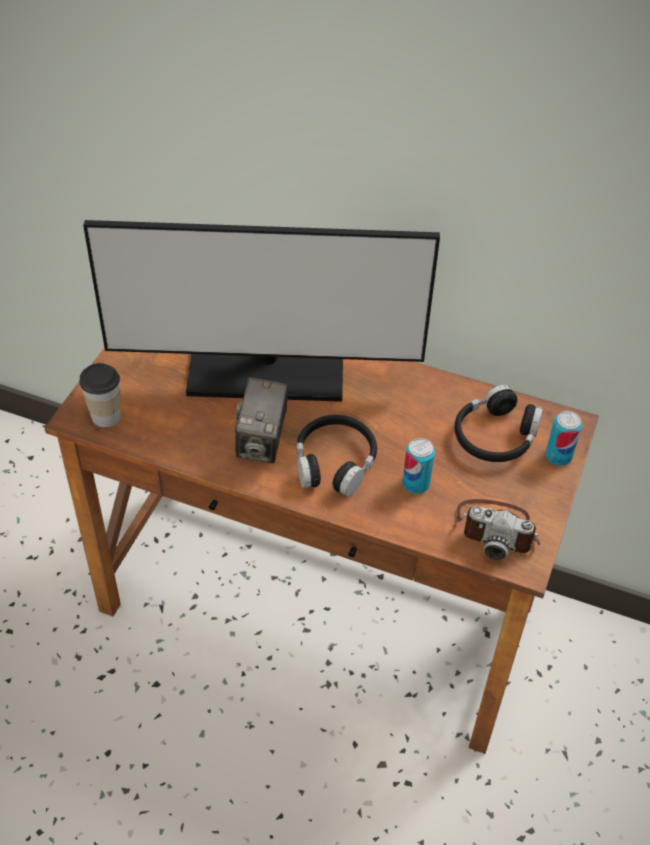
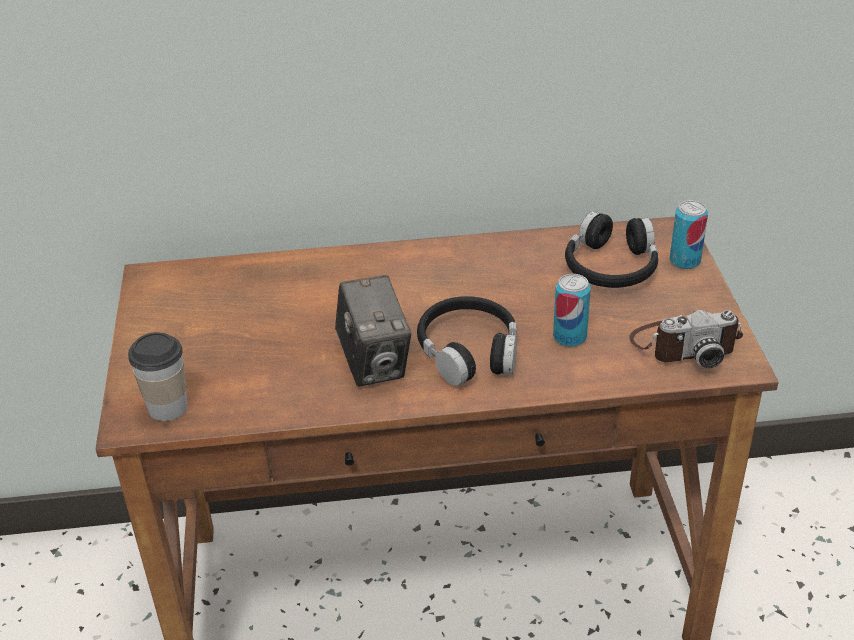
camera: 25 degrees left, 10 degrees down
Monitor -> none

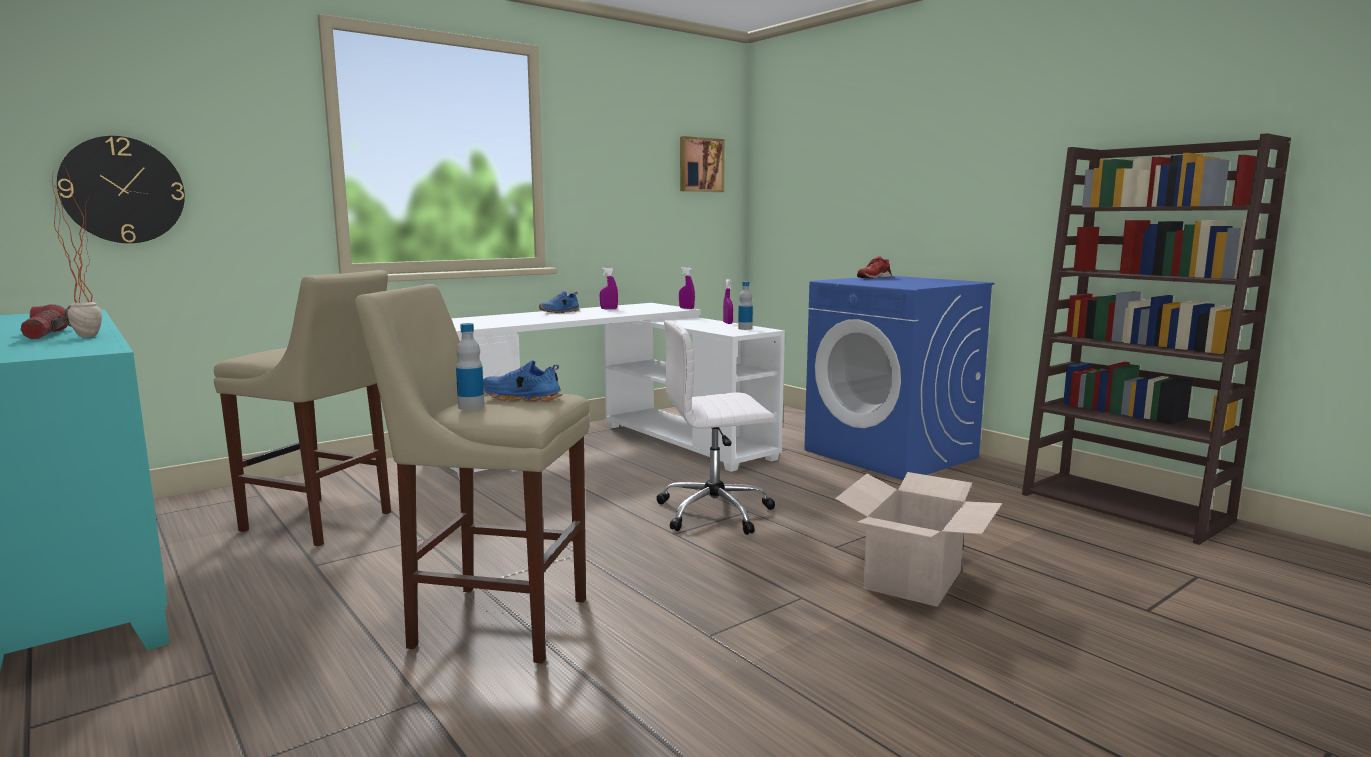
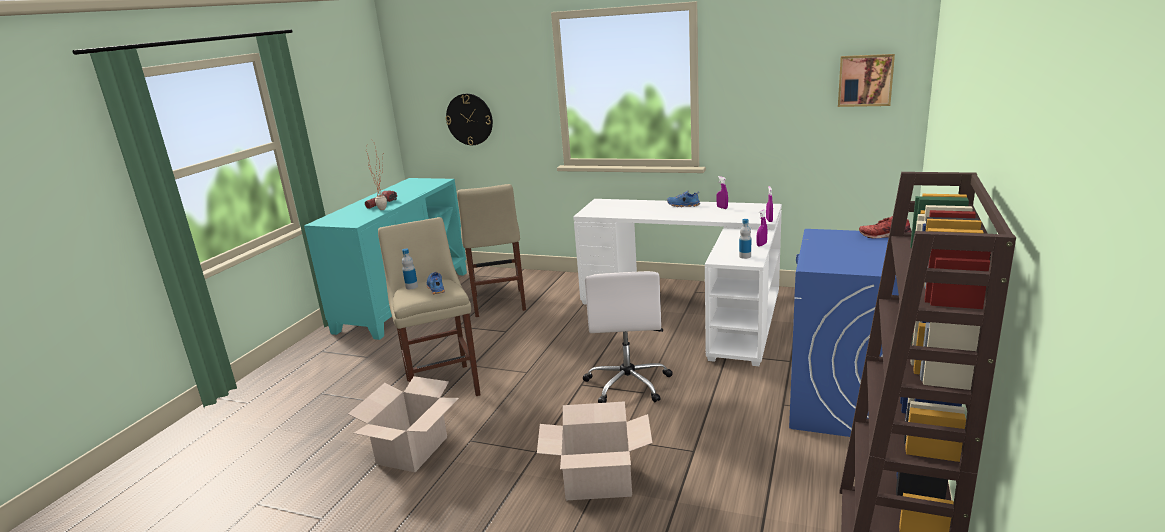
camera: 60 degrees right, 10 degrees up
WhiteOfficeChair, 135 degrees counterclockwise
none -> CardboardBox (1st from left)

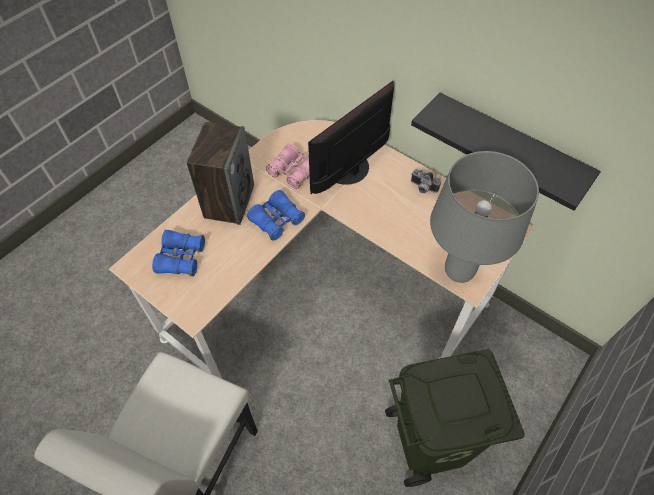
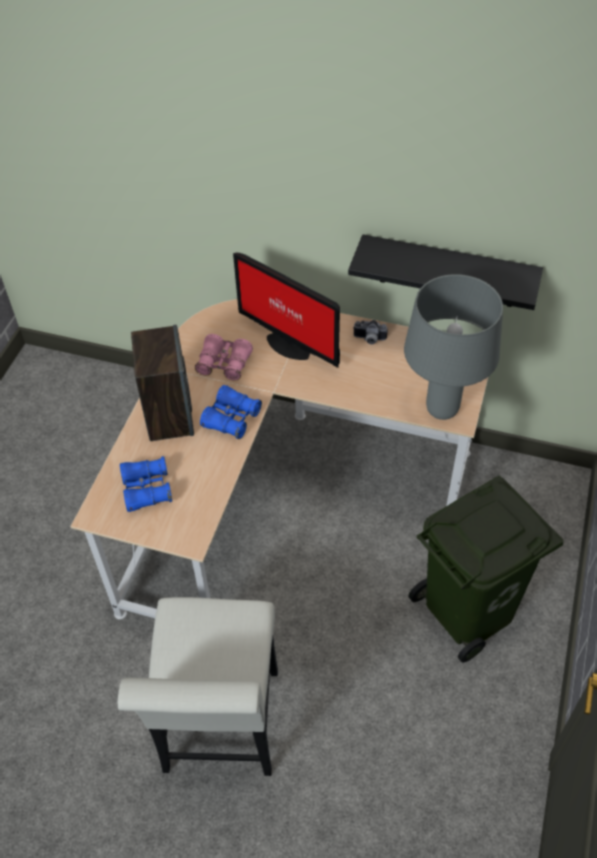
camera: 20 degrees left, 5 degrees down
Monitor, 75 degrees counterclockwise

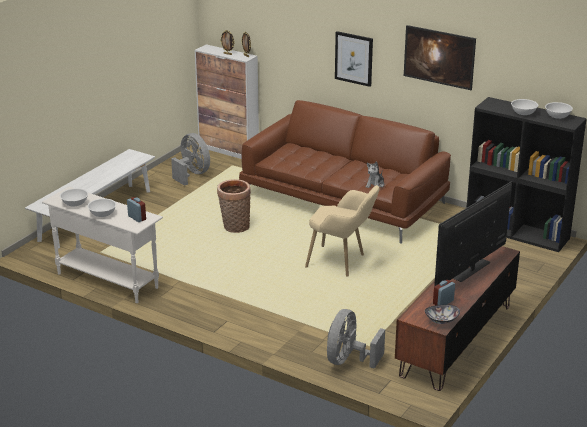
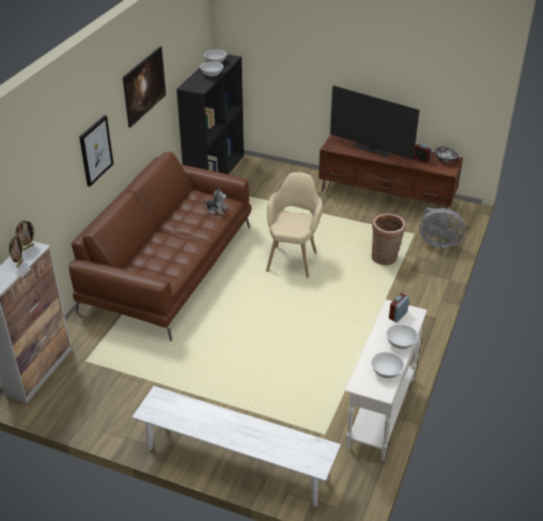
camera: 100 degrees left, 10 degrees up
GreyFan (1st from left) -> none
Basket, moved

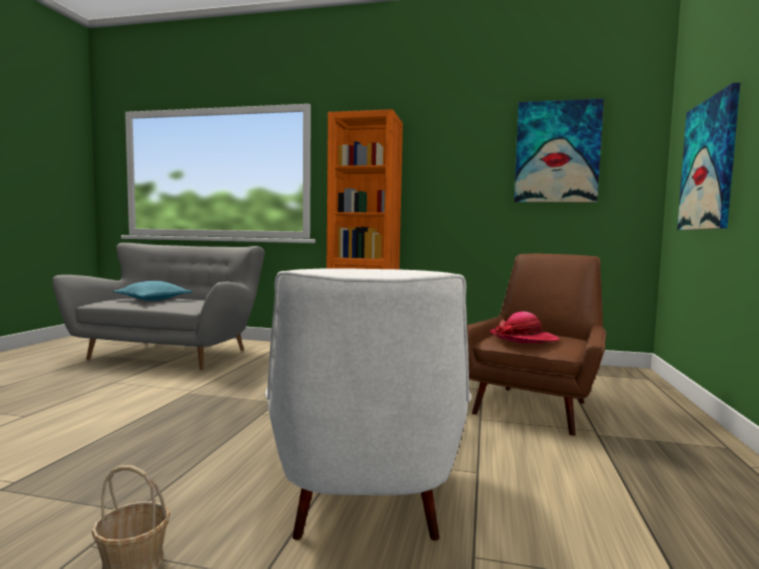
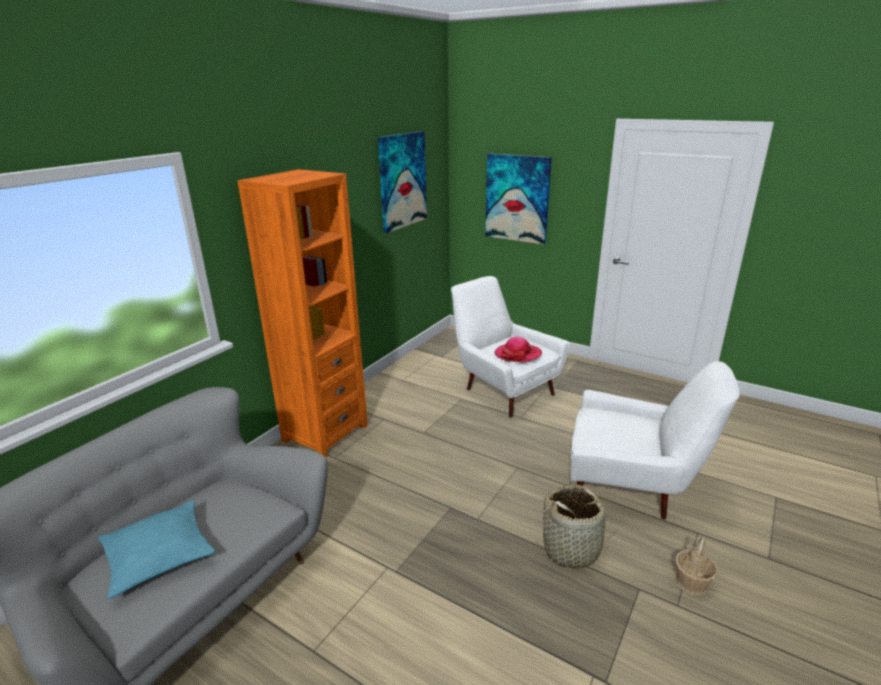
camera: 70 degrees left, 20 degrees up
BrownArmchair -> WhiteArmchair (1st from left)
none -> Basket (1st from left)

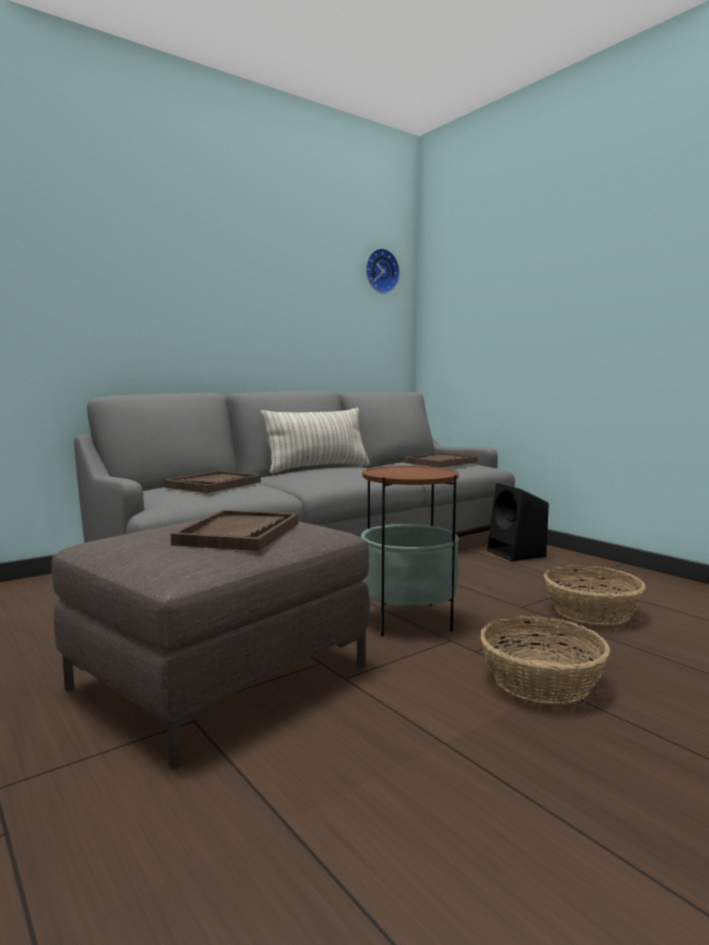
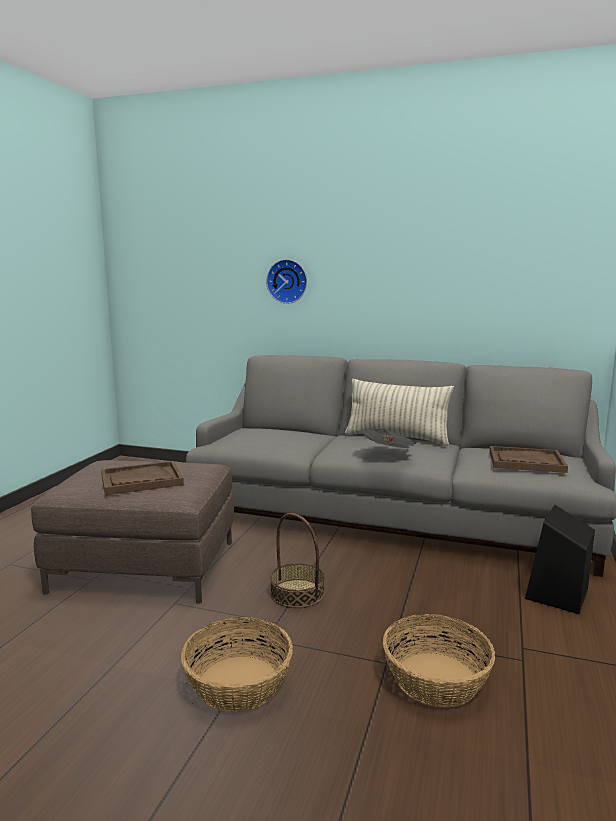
camera: 55 degrees right, 5 degrees up
BrownTray (1st from left) -> none
SideTable -> Basket (2nd from left)
WallClock, moved
none -> Newspaper

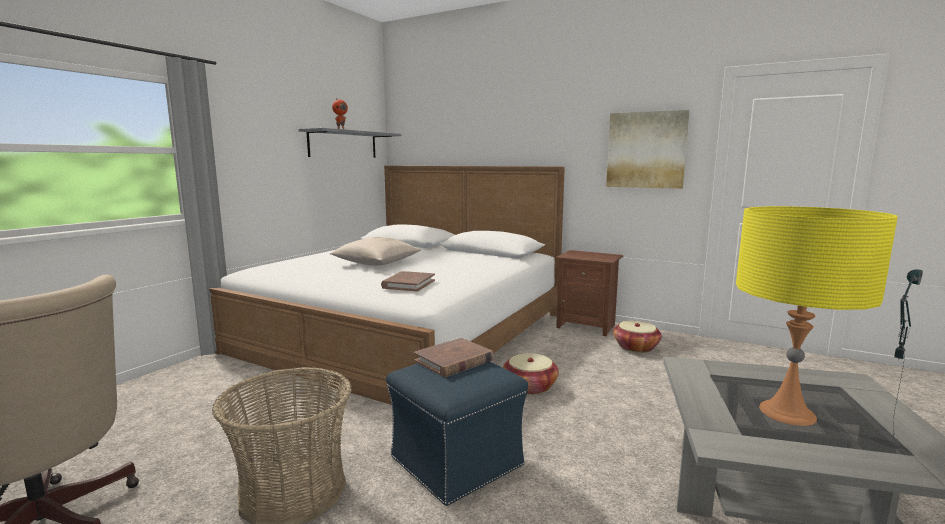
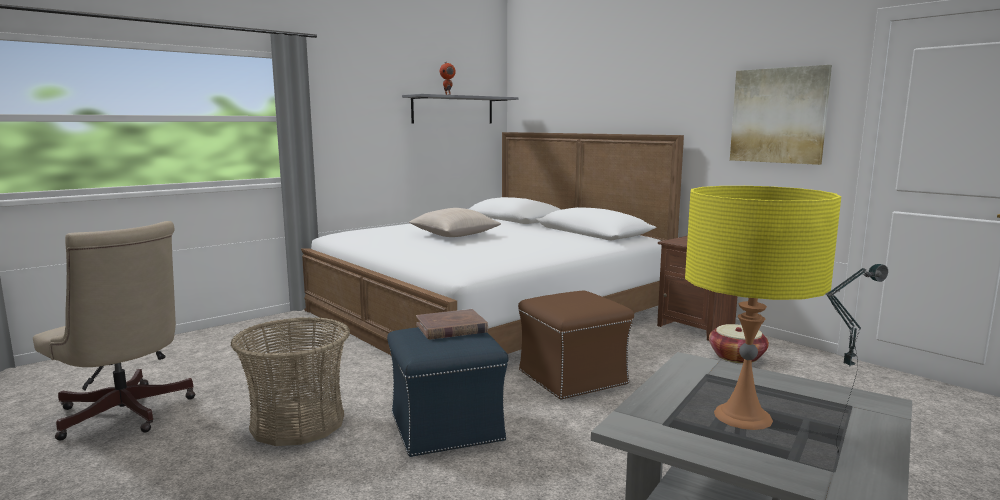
camera: 20 degrees right, 0 degrees up
BrownBook (1st from left) -> none
Basket (2nd from left) -> BrownOttoman

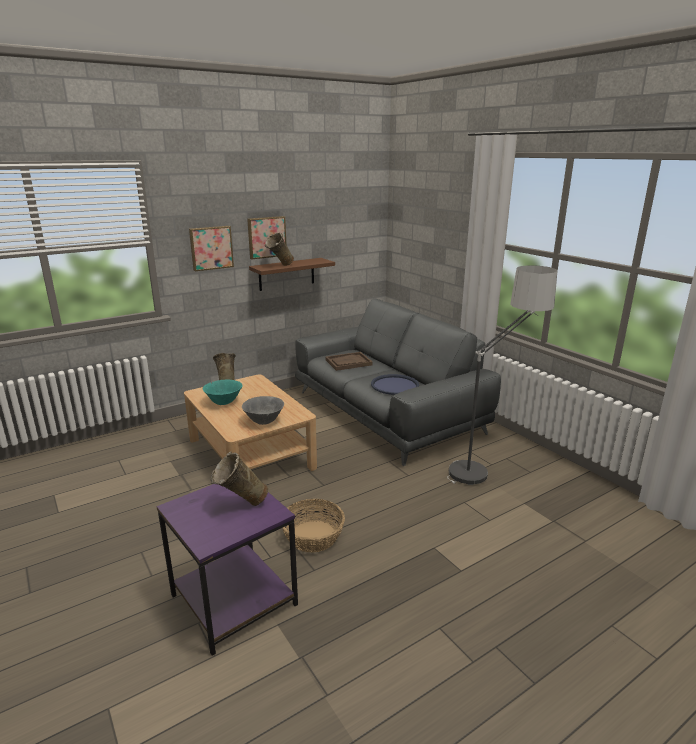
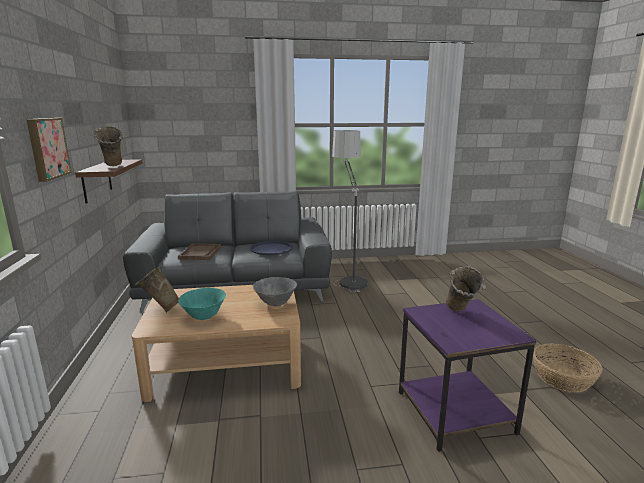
camera: 65 degrees left, 5 degrees down
Picture (2nd from left) -> none
Basket, moved

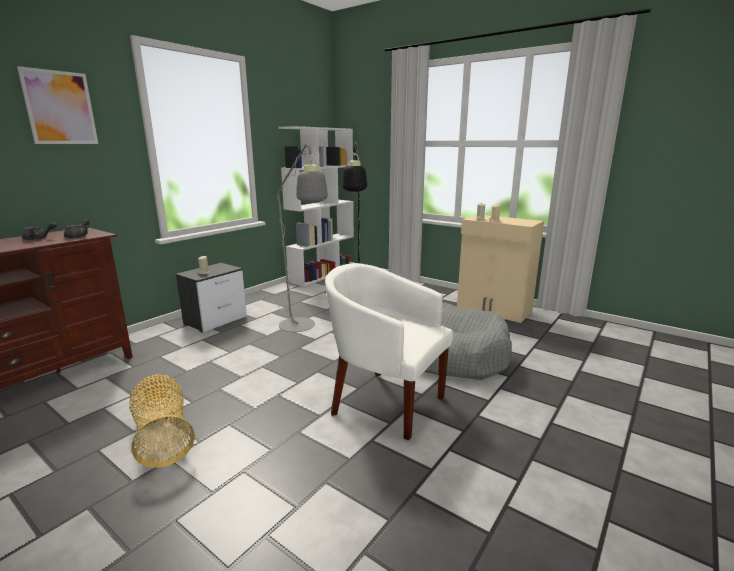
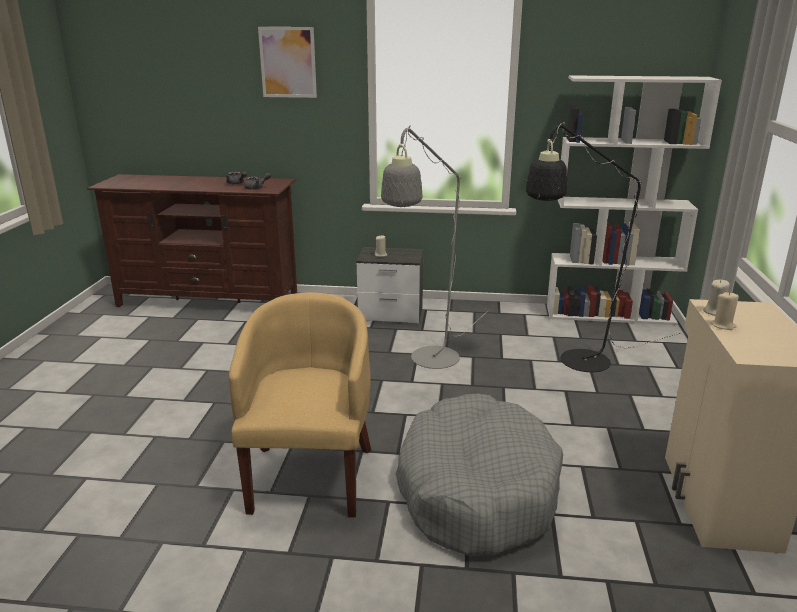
camera: 60 degrees right, 5 degrees up
Basket -> none
WhiteArmchair -> YellowArmchair

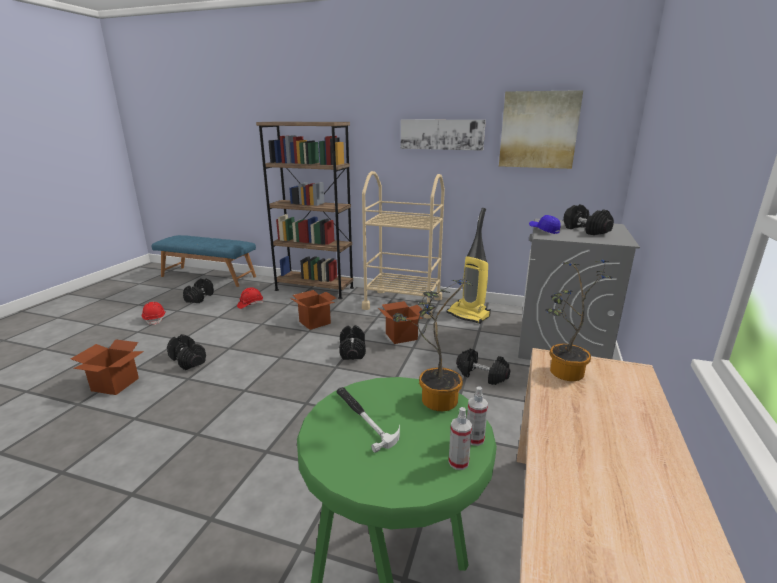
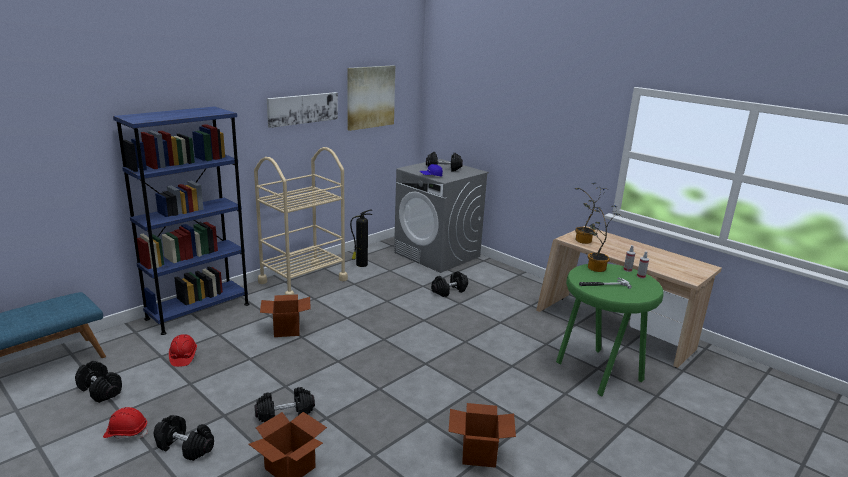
camera: 65 degrees left, 0 degrees up
BrownBookcase -> BlueBookcase
BlackDumbbell (3rd from left in the first image) -> BlackDumbbell (2nd from left), moved
CardboardBox (3rd from left), moved
VacuumCleaner -> FireExtinguisher

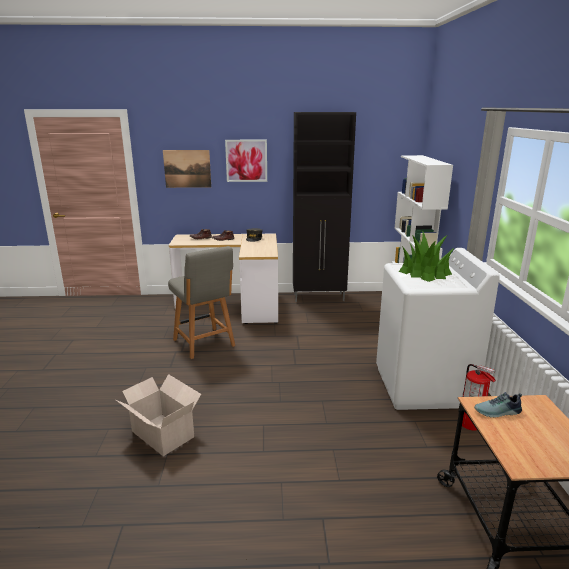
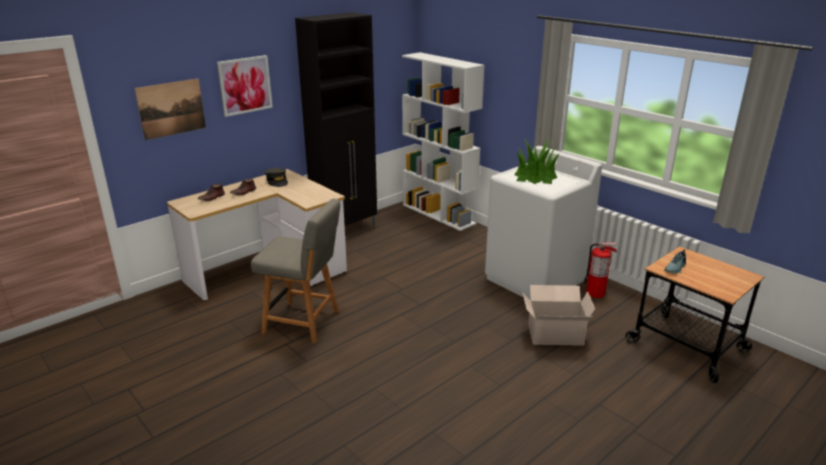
camera: 40 degrees left, 5 degrees up
CardboardBox, moved

